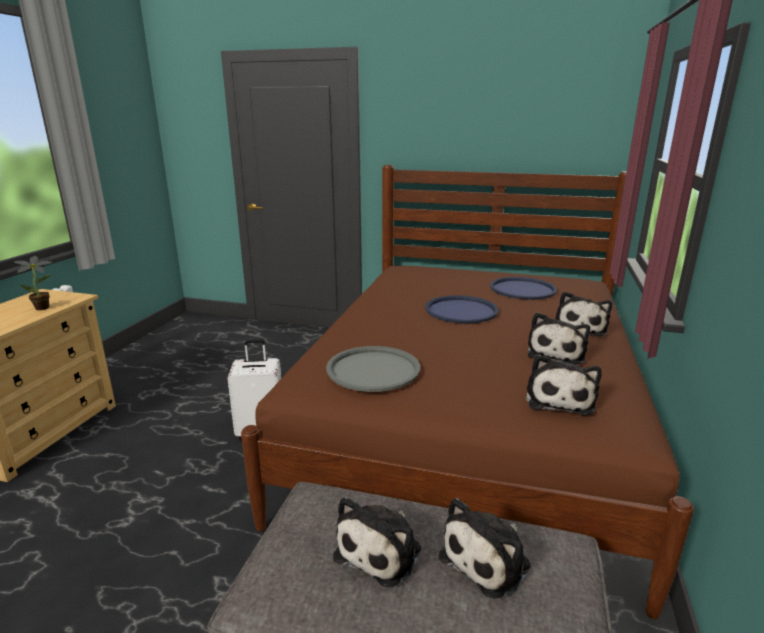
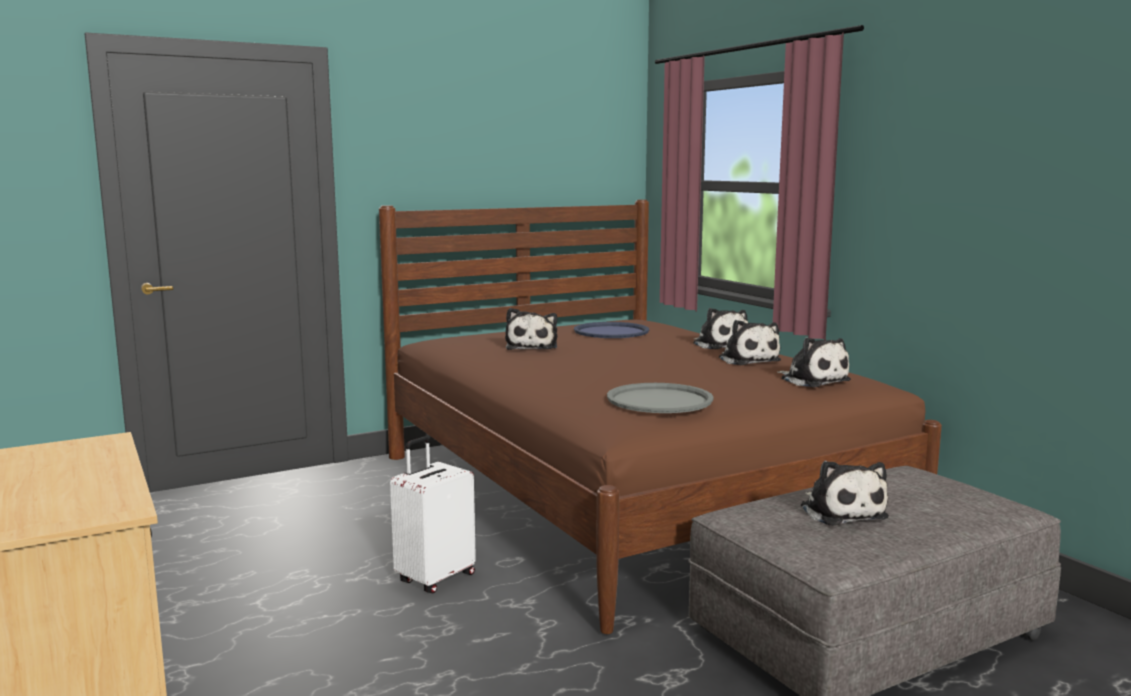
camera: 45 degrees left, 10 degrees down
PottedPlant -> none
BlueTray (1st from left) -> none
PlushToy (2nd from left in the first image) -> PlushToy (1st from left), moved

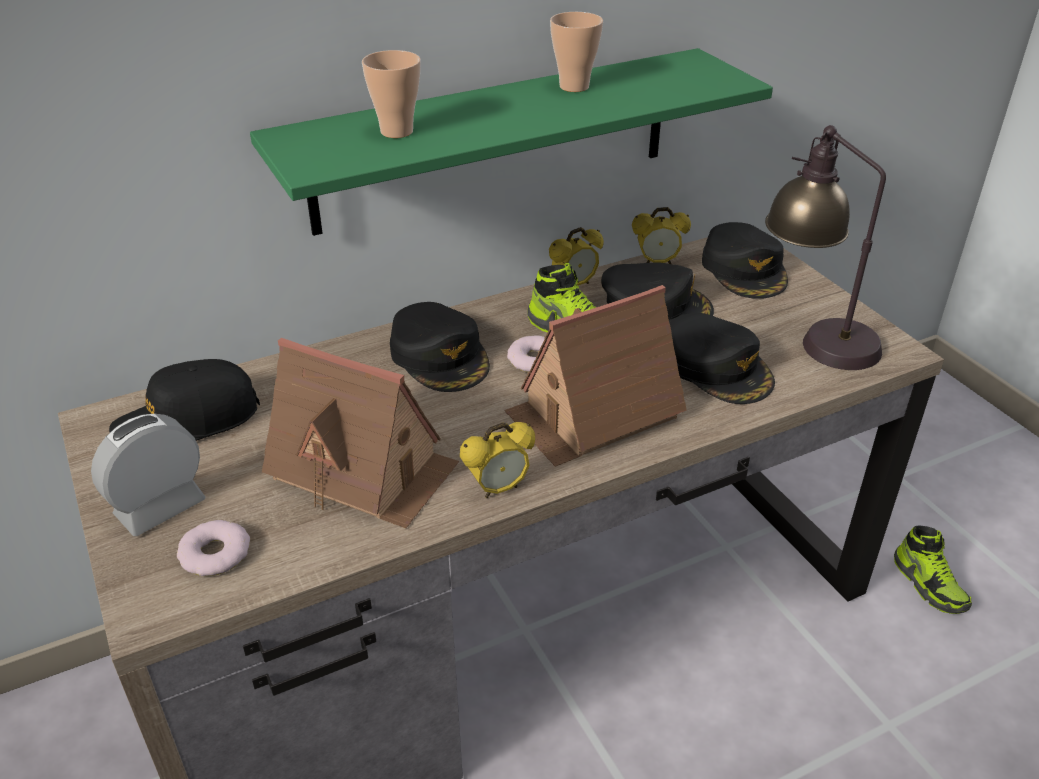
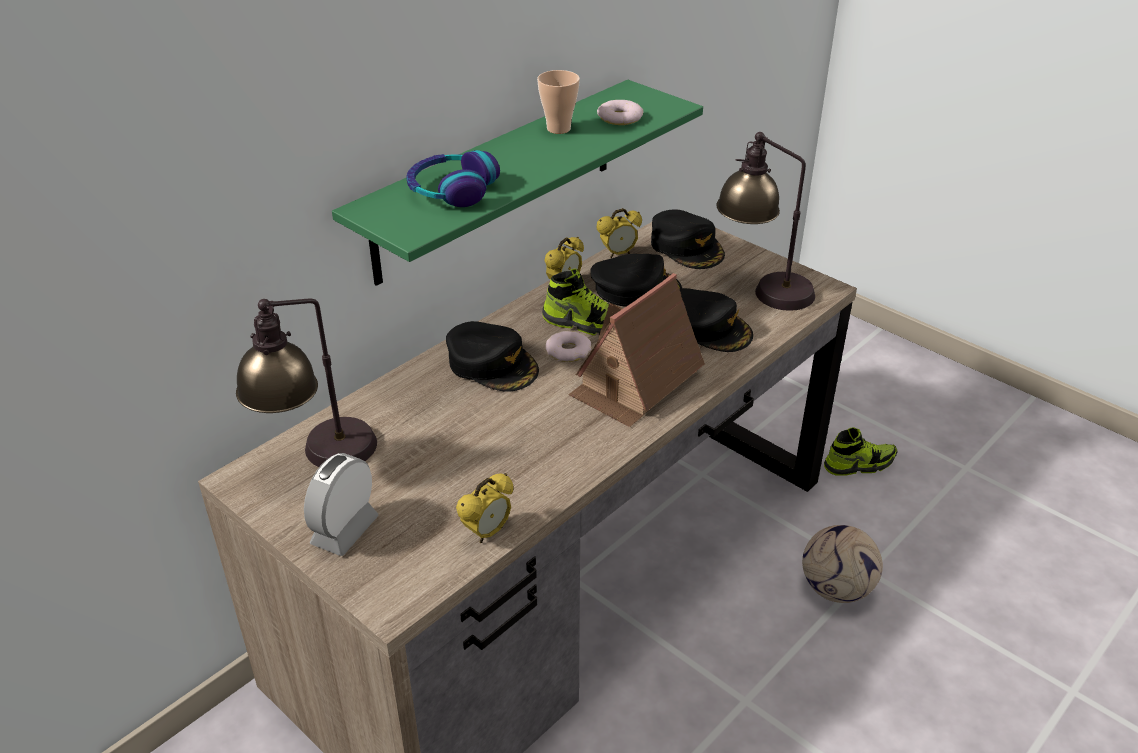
camera: 20 degrees left, 0 degrees up
BlackCap (1st from left) -> TableLamp (1st from left)
Donut (1st from left in the first image) -> Donut (2nd from left), moved
ToyHouse (1st from left) -> none
Cup (1st from left) -> Headphones
AlarmClock (2nd from left), moved
Shoe (2nd from left), 60 degrees counterclockwise
none -> Football

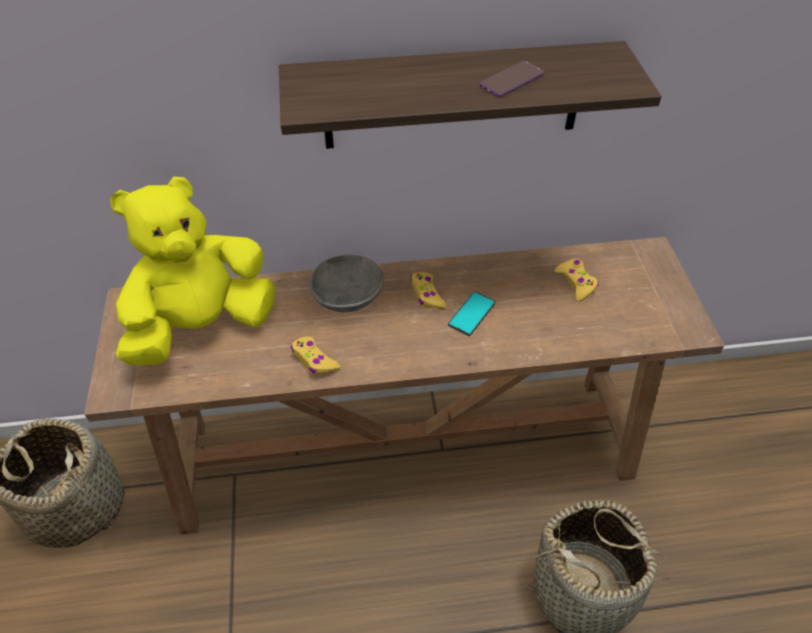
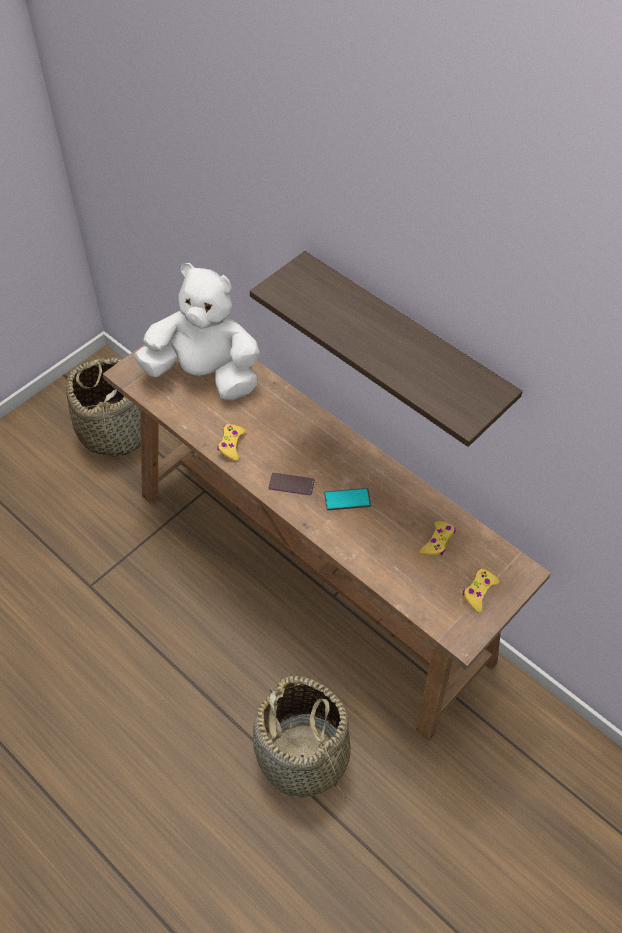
camera: 50 degrees right, 5 degrees up
YellowPlushToy -> WhitePlushToy
GreyBowl -> none
YellowGameController (2nd from left in the first image) -> YellowGameController (3rd from left), moved
Phone (2nd from left in the first image) -> Phone (1st from left), moved

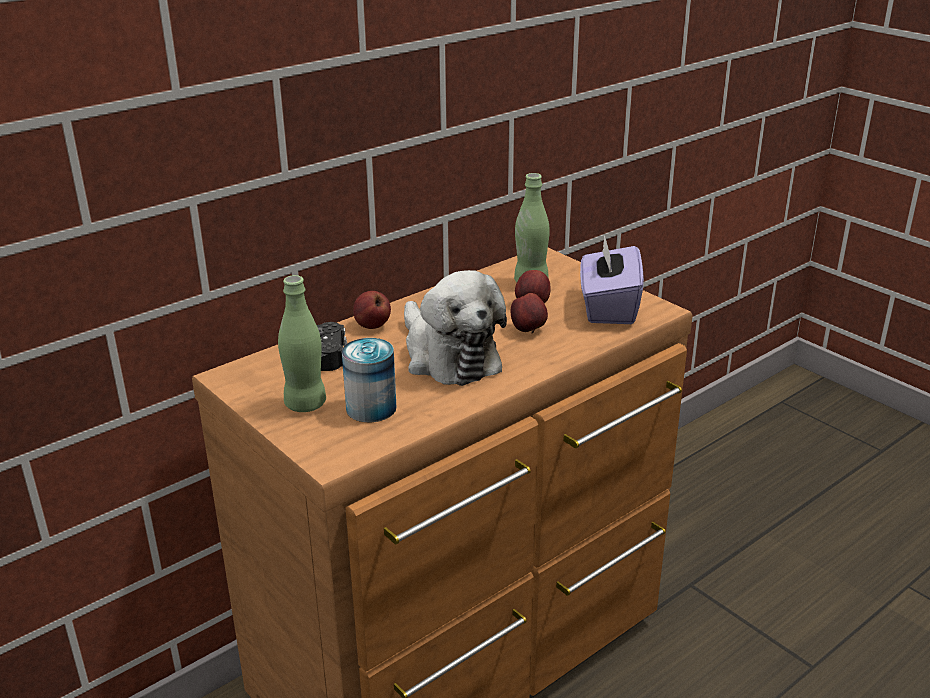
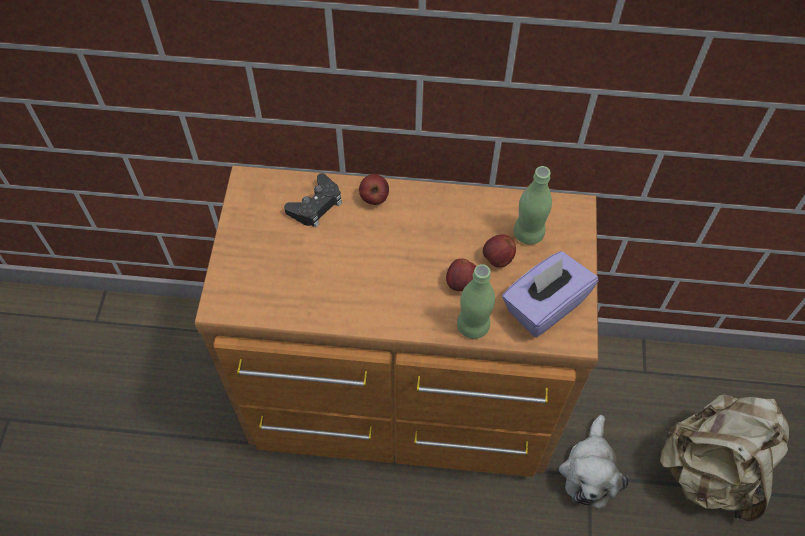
camera: 45 degrees right, 30 degrees up
GreenBottle (1st from left), moved
Can -> none
PlushToy, moved
none -> BeigeBackpack

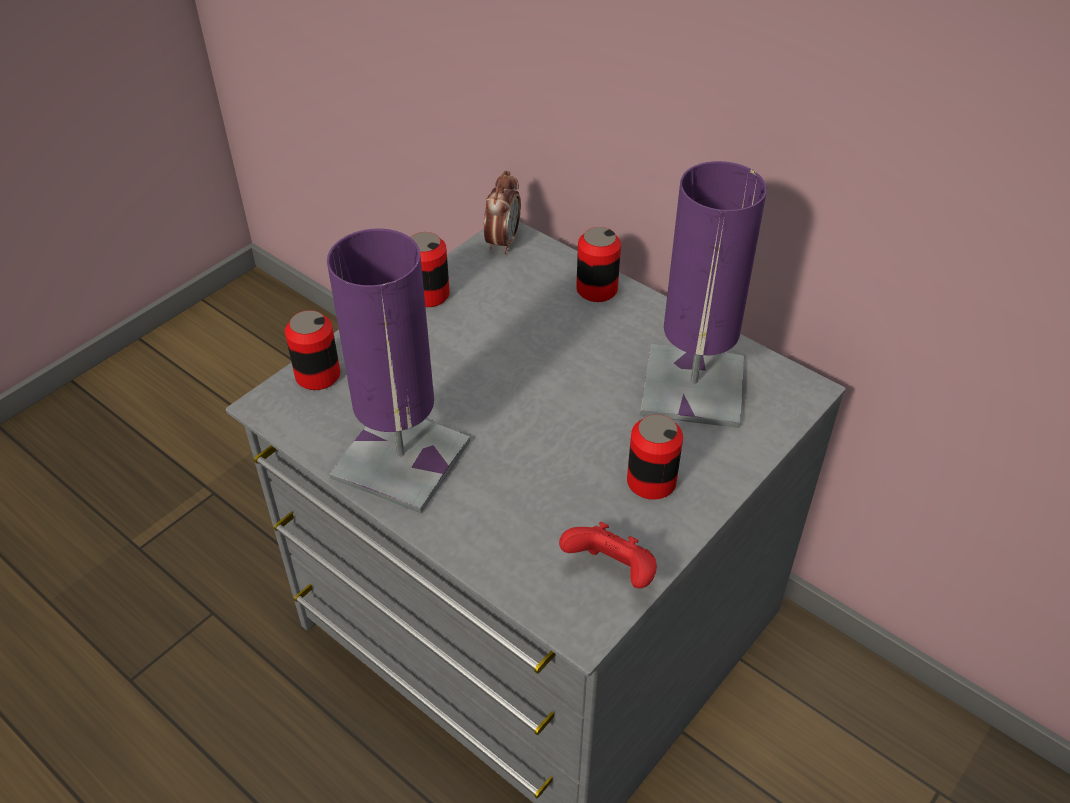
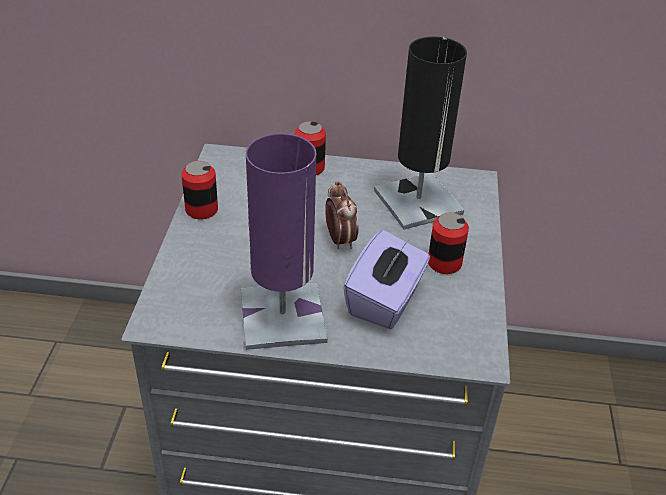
camera: 35 degrees left, 5 degrees down
Can (1st from left) -> none
AlarmClock, moved
RedGameController -> none
PurpleTableLamp (2nd from left) -> BlackTableLamp
none -> PurpleTissueBox

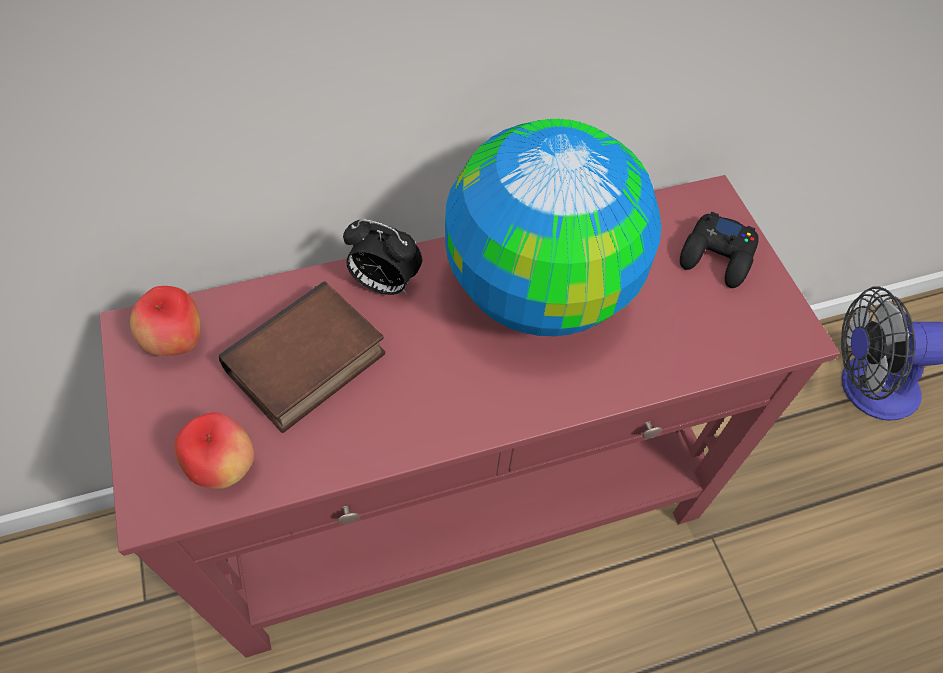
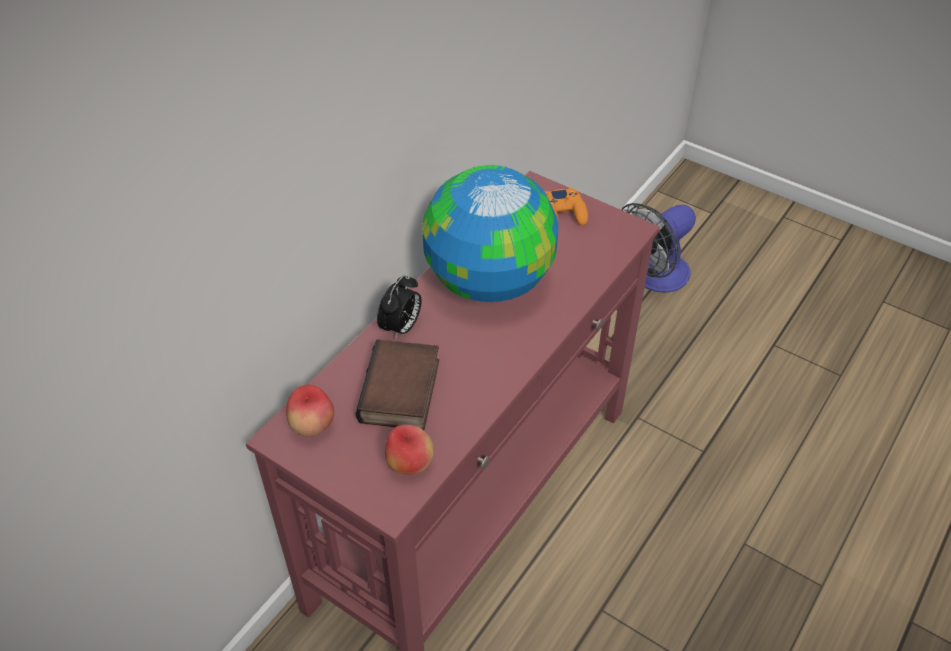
camera: 35 degrees left, 10 degrees down
AlarmClock, 45 degrees counterclockwise
BlackGameController -> OrangeGameController

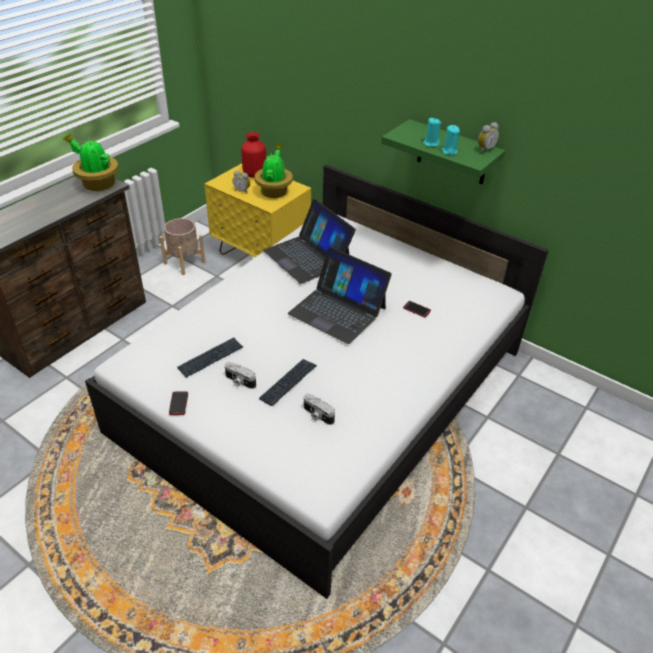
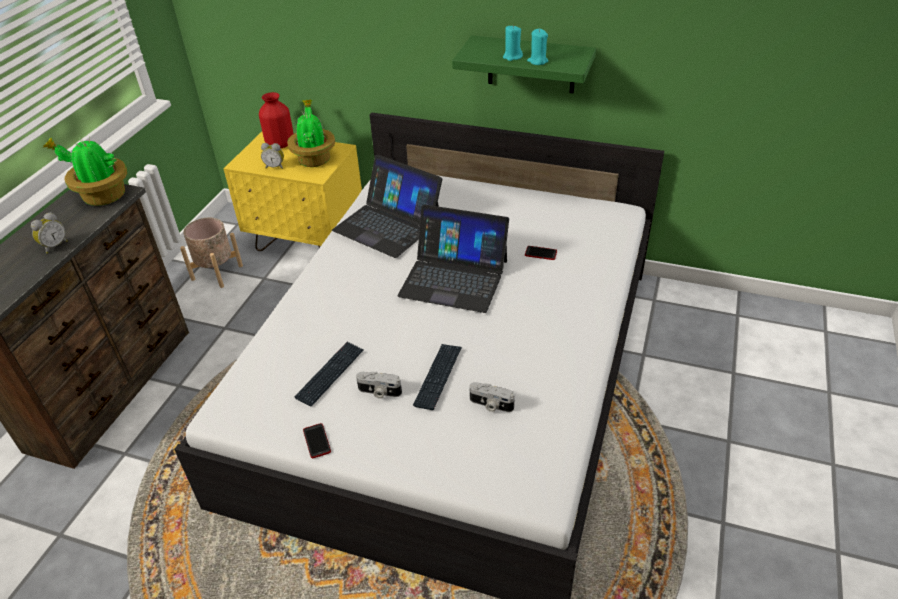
camera: 15 degrees left, 0 degrees up
AlarmClock (2nd from left in the first image) -> AlarmClock (1st from left), moved

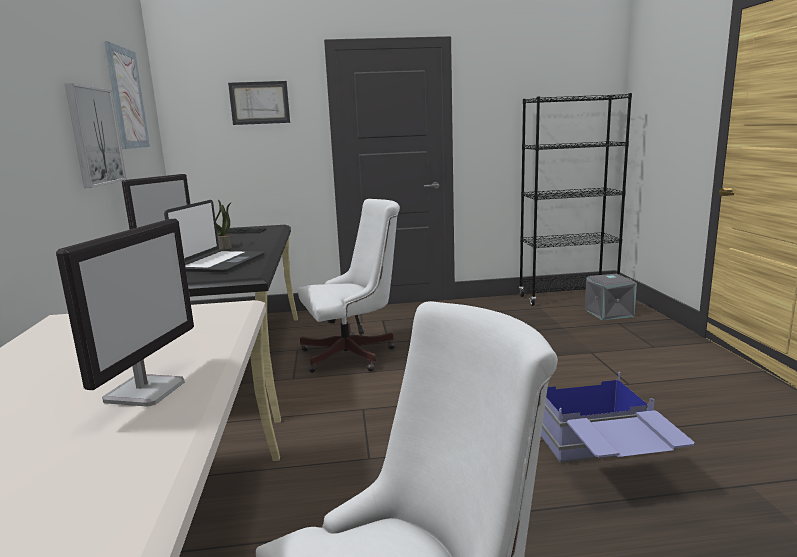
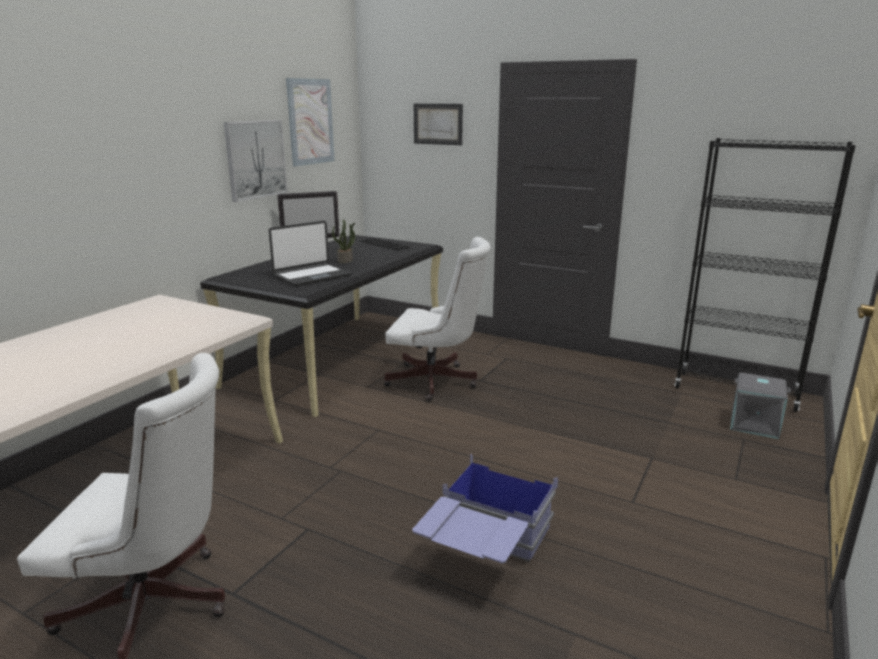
camera: 35 degrees right, 5 degrees up
Monitor (1st from left) -> none

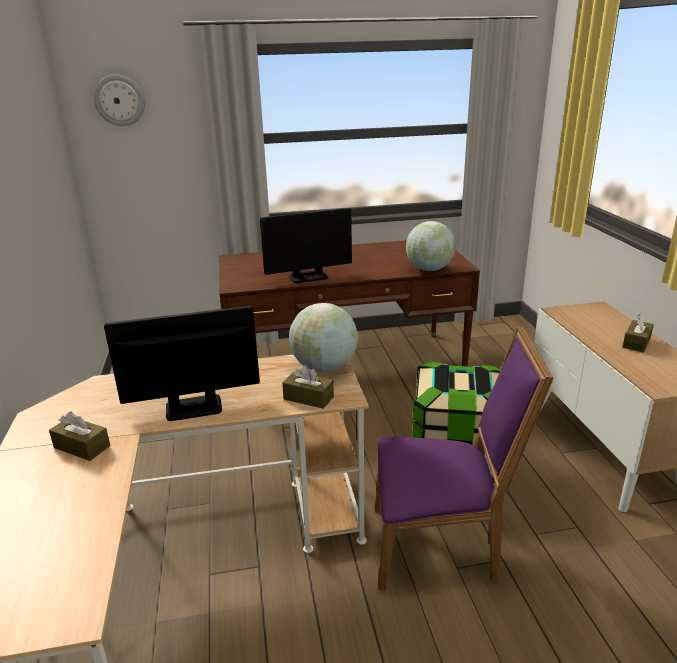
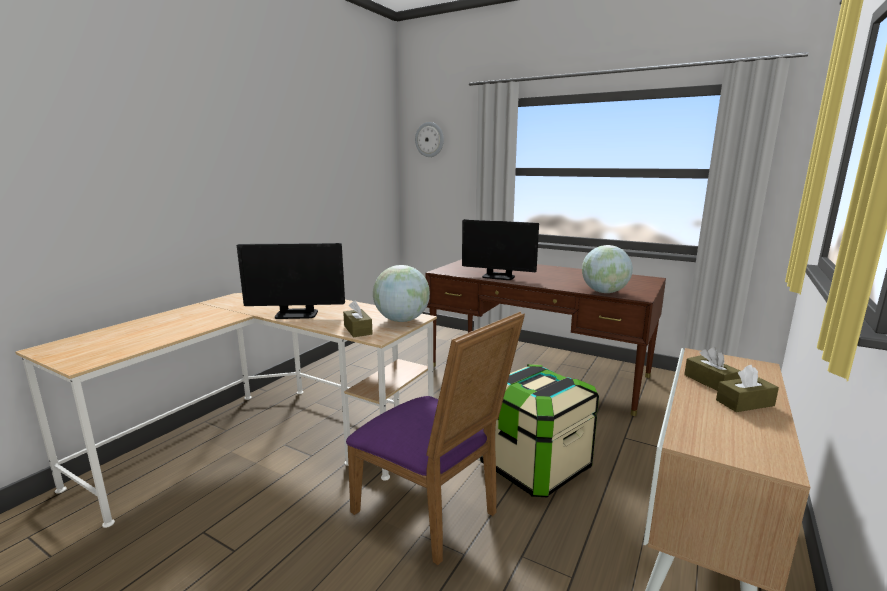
camera: 40 degrees right, 10 degrees down
BrownTissueBox (1st from left in the first image) -> BrownTissueBox (2nd from left), moved
Monitor (1st from left), 150 degrees clockwise

